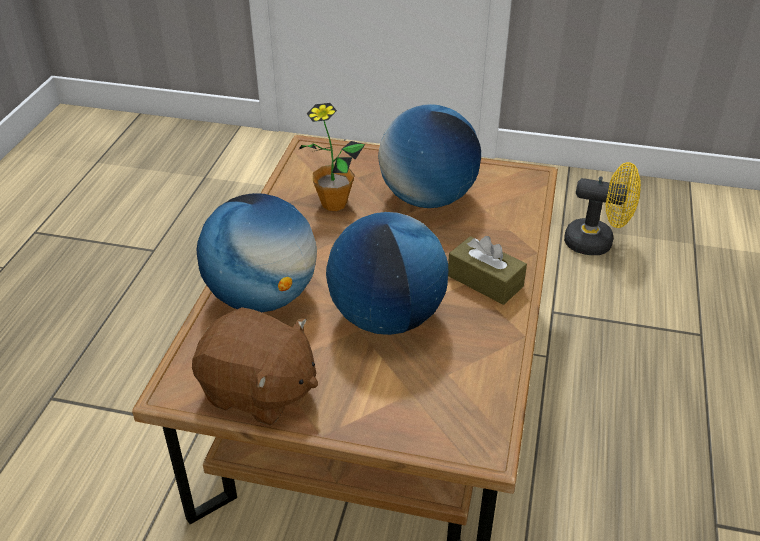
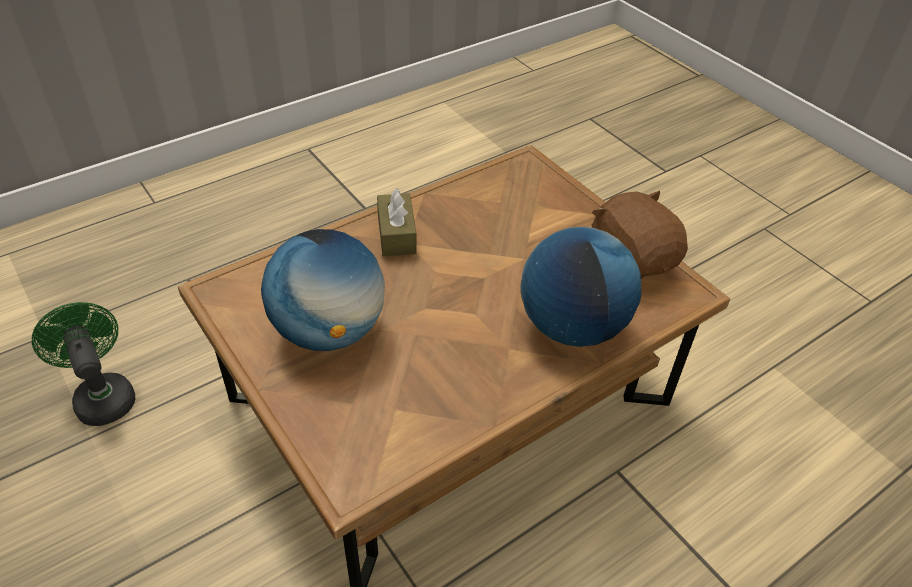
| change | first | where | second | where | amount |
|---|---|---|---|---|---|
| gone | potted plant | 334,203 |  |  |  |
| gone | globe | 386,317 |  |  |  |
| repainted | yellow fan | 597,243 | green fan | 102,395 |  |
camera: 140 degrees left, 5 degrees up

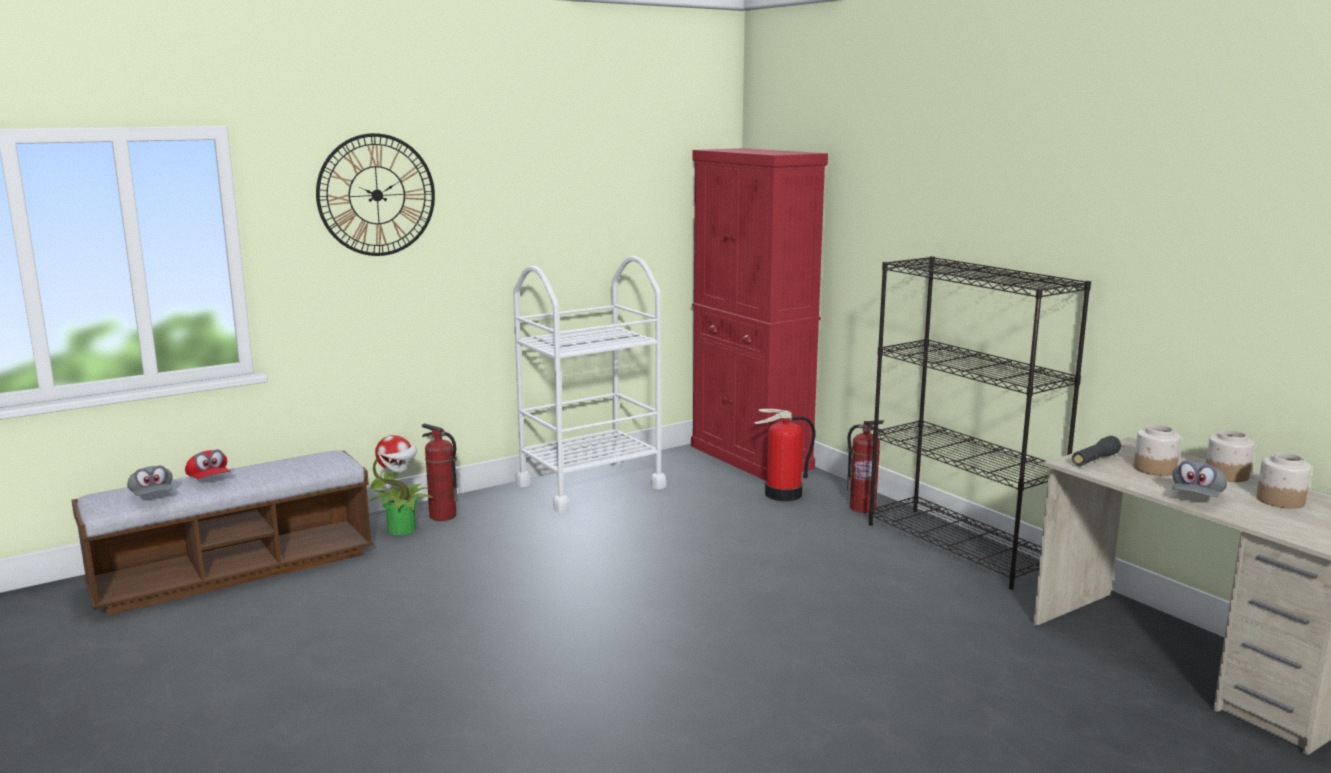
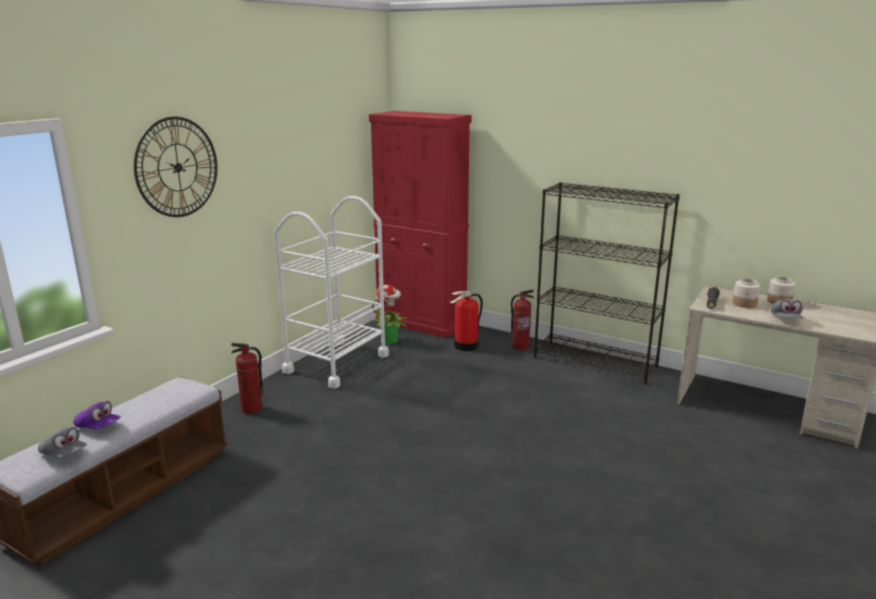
| change | first | where | second | where | amount |
|---|---|---|---|---|---|
| repainted | red cap | 209,480 | purple cap | 98,427 |  |
| shifted | potted plant | 403,529 |  | 390,340 |  |
| gone | jar | 1279,500 |  |  |  |
camera: 25 degrees left, 5 degrees up

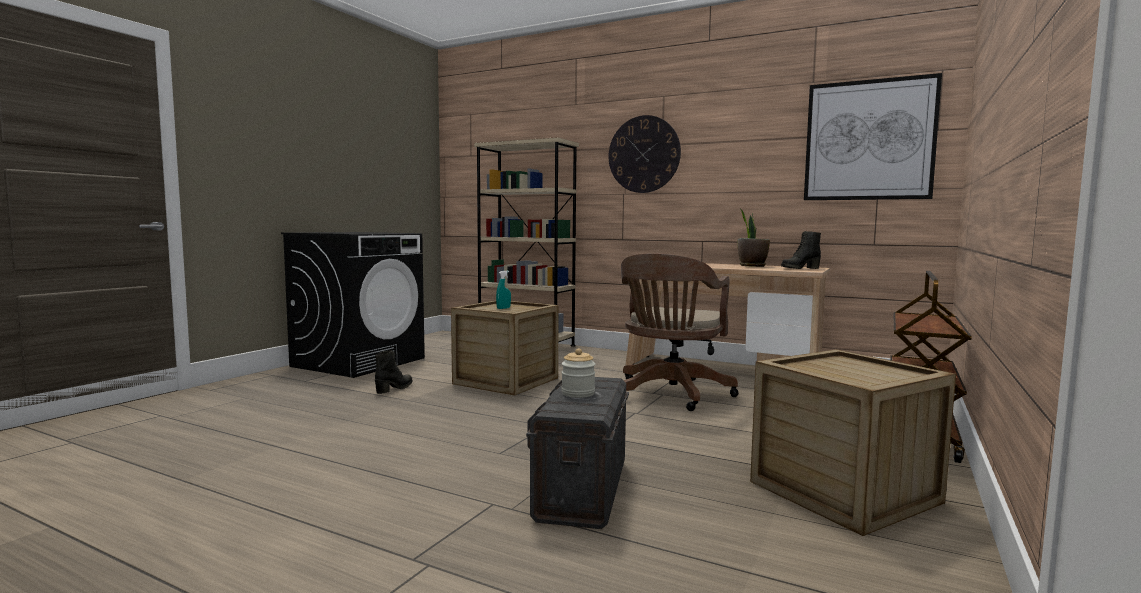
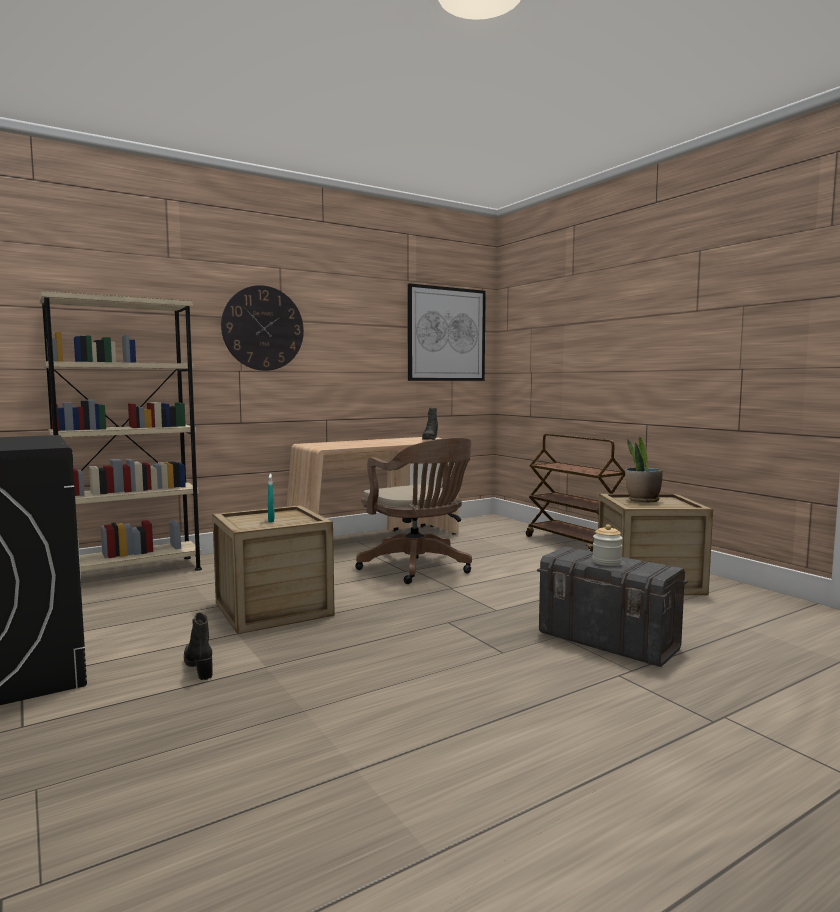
| change | first | where | second | where | amount |
|---|---|---|---|---|---|
| shifted | potted plant | 752,266 |  | 642,500 |  |
camera: 60 degrees left, 0 degrees up

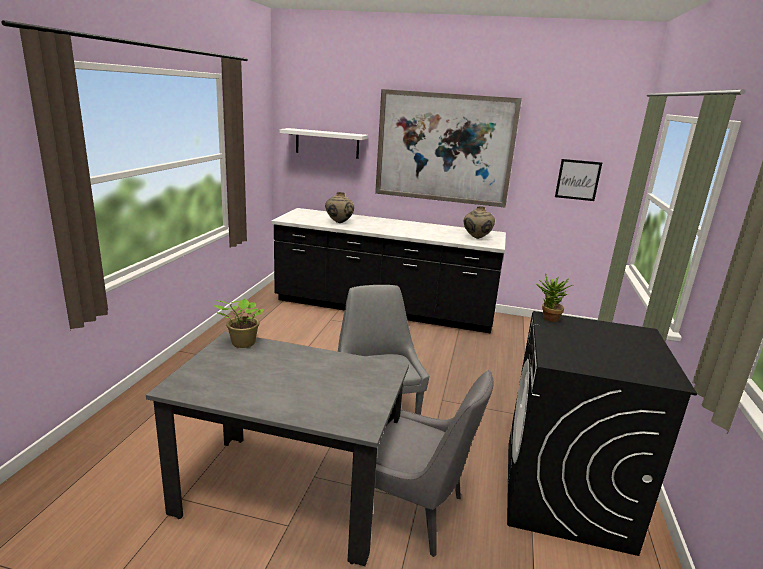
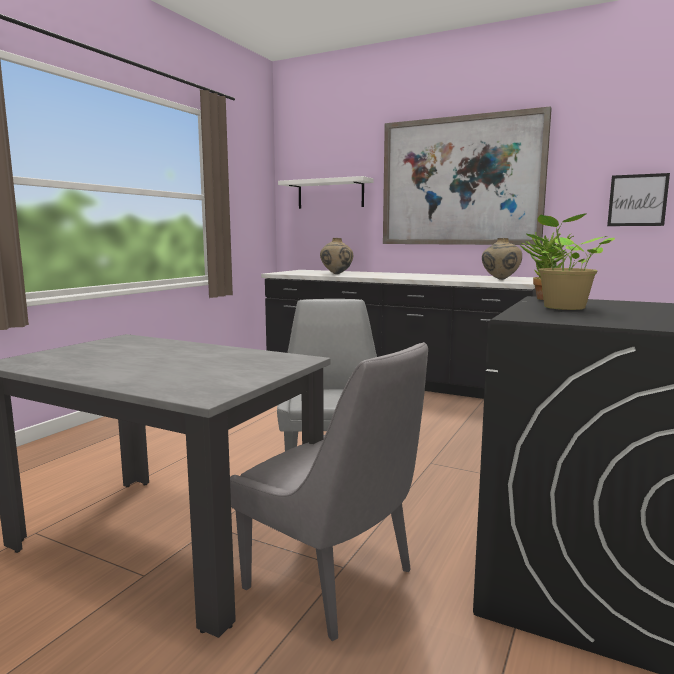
| change | first | where | second | where | amount |
|---|---|---|---|---|---|
| shifted | potted plant | 242,343 |  | 562,308 |  |
camera: 15 degrees right, 10 degrees down

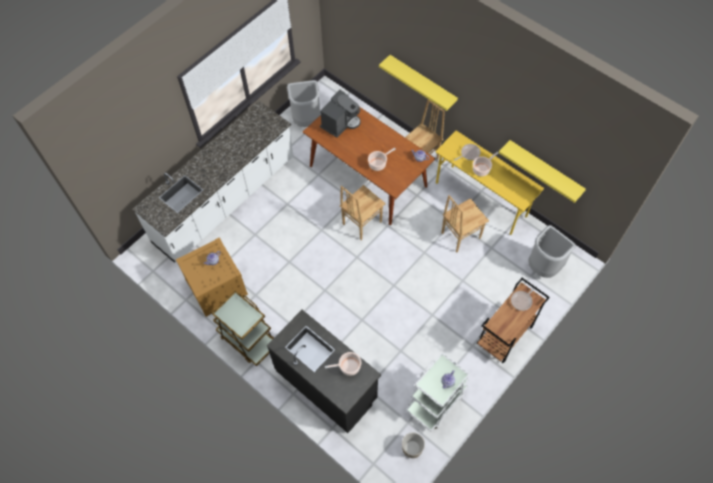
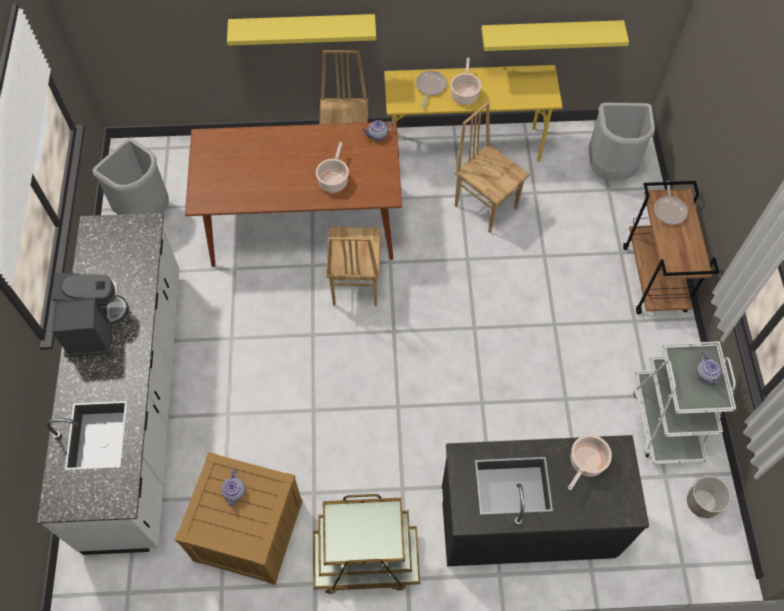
| change | first | where | second | where | amount |
|---|---|---|---|---|---|
| shifted | coffee machine | 340,123 |  | 94,325 |  |
| rotated | brown chair | 460,235 |  | 486,206 | 120 degrees clockwise |
camera: 45 degrees left, 0 degrees up

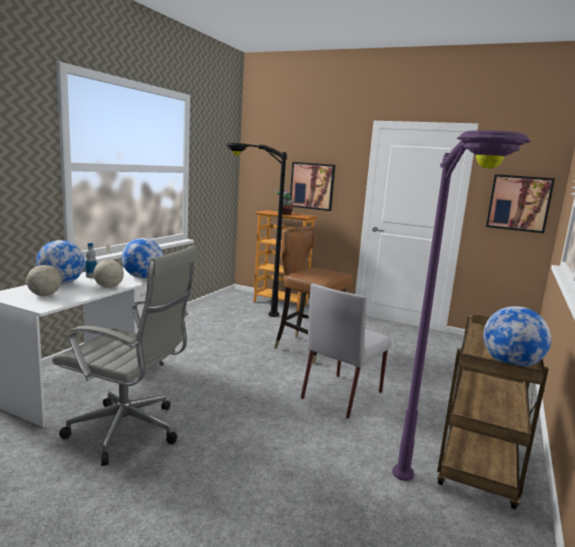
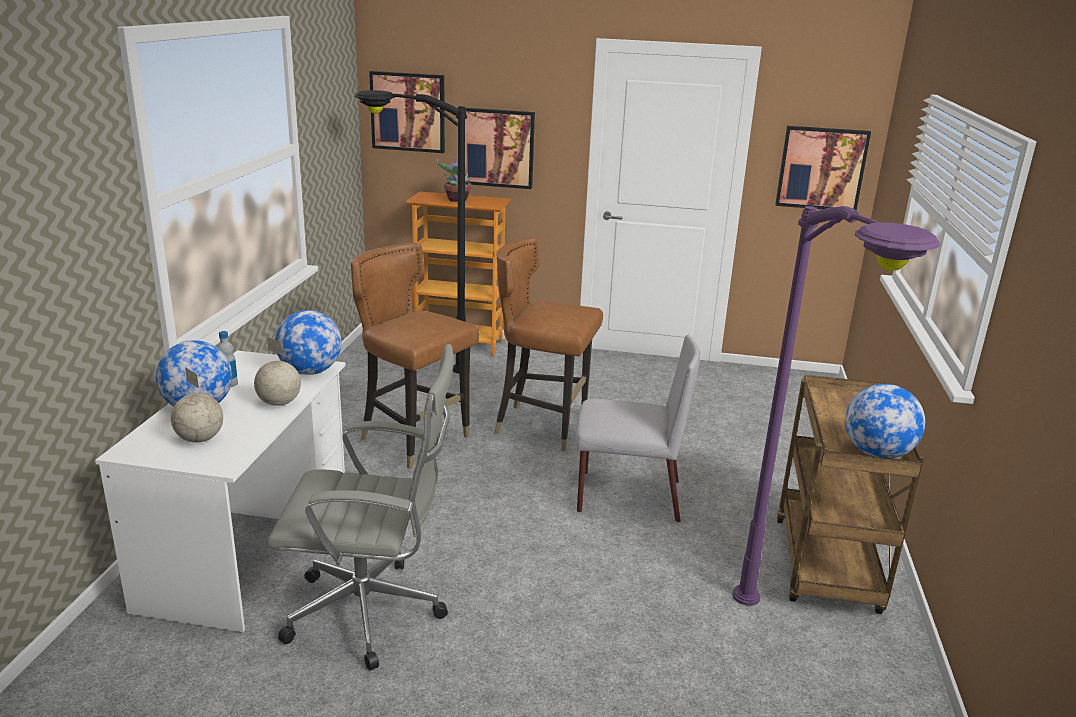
| change | first | where | second | where | amount |
|---|---|---|---|---|---|
| rotated | grey chair | 343,394 |  | 626,496 | 105 degrees counterclockwise |
| new |  |  | brown chair | 415,440 |  |
| new |  |  | picture | 408,112 |  |
camera: 15 degrees left, 10 degrees up

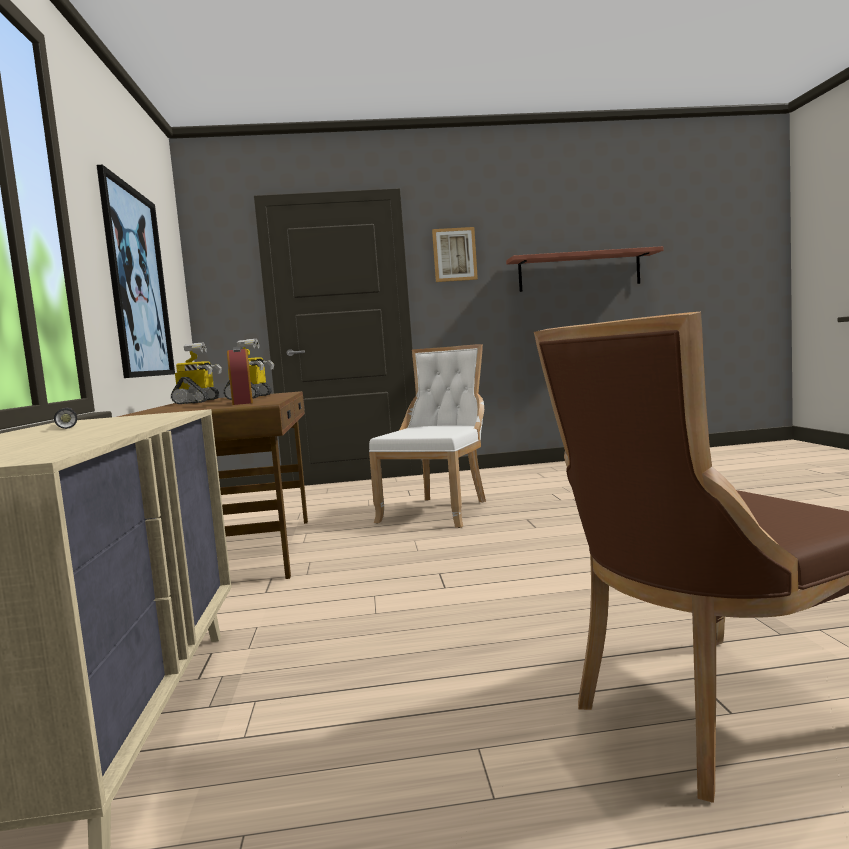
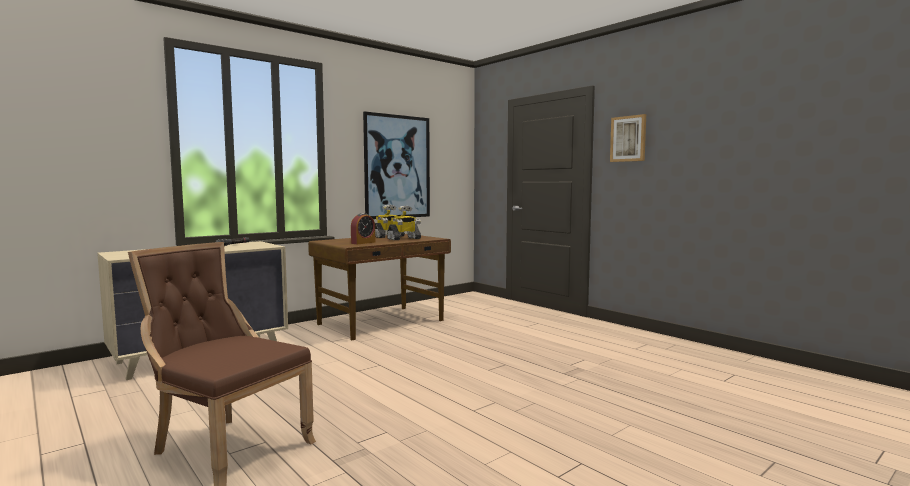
| change | first | where | second | where | amount |
|---|---|---|---|---|---|
| gone | white chair | 439,511 |  |  |  |
| gone | shelf | 579,271 |  |  |  |
camera: 55 degrees right, 0 degrees up

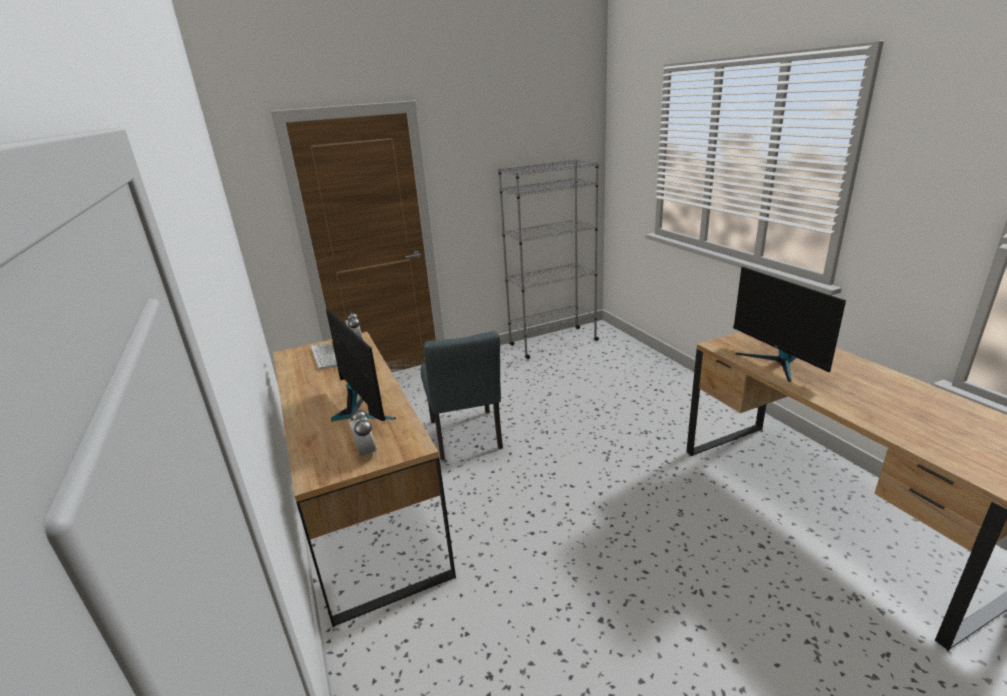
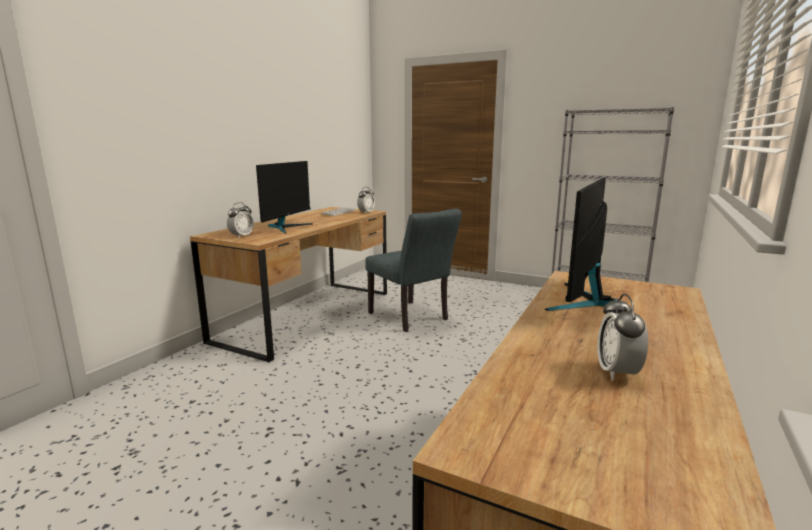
| change | first | where | second | where | amount |
|---|---|---|---|---|---|
| rotated | grey chair | 466,438 |  | 411,318 | 75 degrees counterclockwise |
| new |  |  | alarm clock | 617,373 |  |
camera: 50 degrees right, 10 degrees down

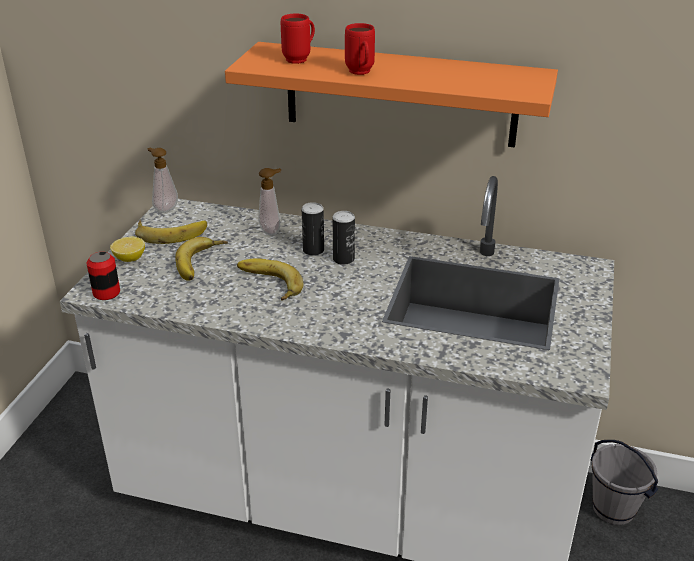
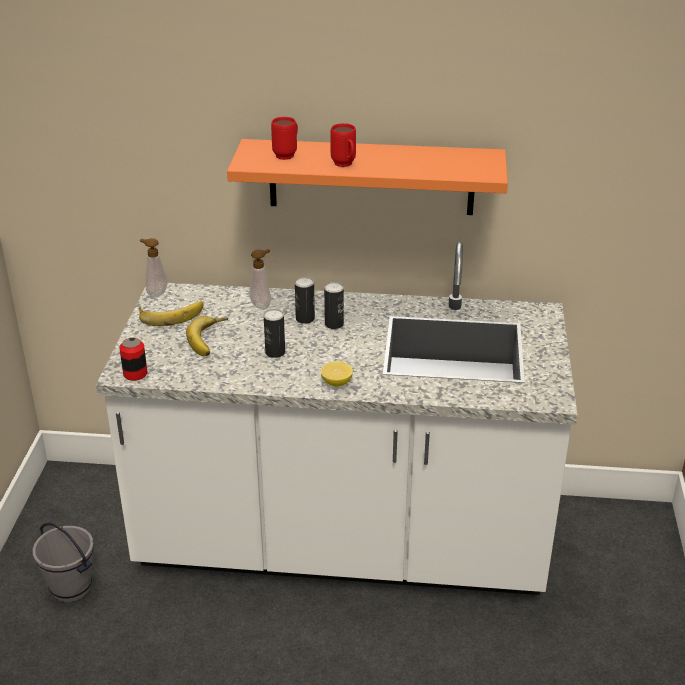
| change | first | where | second | where | amount |
|---|---|---|---|---|---|
| shifted | lemon | 130,258 |  | 336,383 |  |
| swapped | banana | 267,284 | can | 275,352 |  |
| shifted | grey bucket | 614,509 |  | 72,587 |  |
camera: 10 degrees left, 0 degrees up

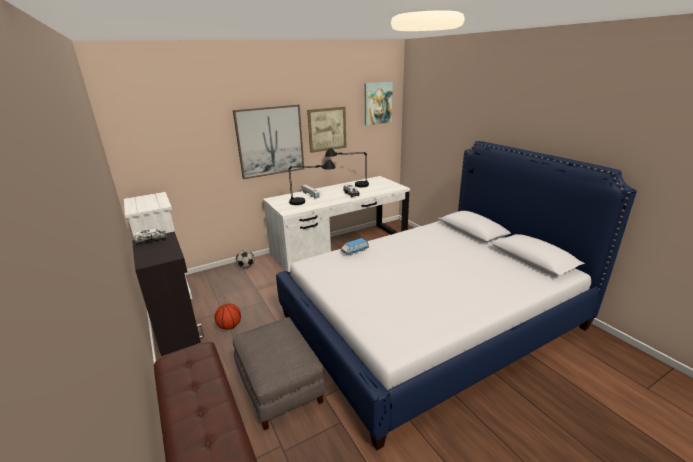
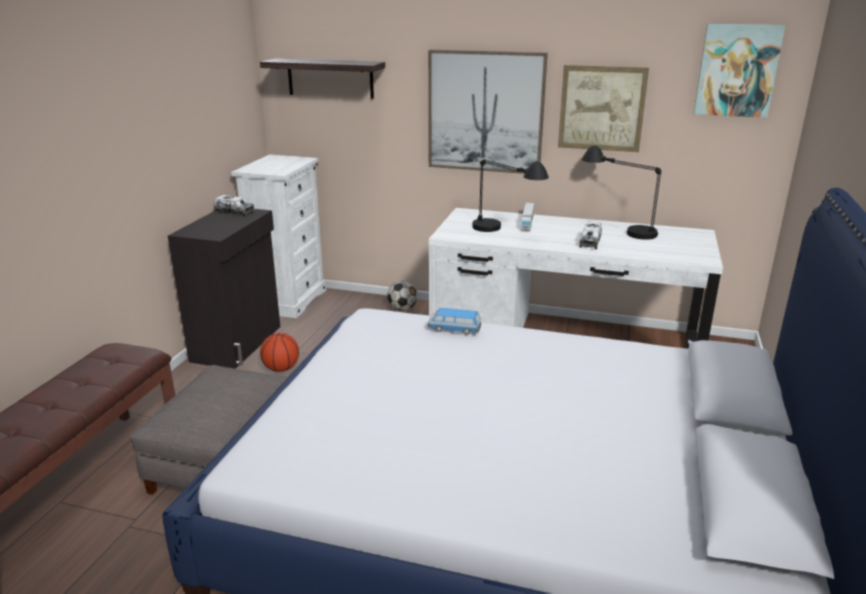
| change | first | where | second | where | amount |
|---|---|---|---|---|---|
| new |  |  | shelf | 330,78 |  |
camera: 45 degrees right, 0 degrees up

